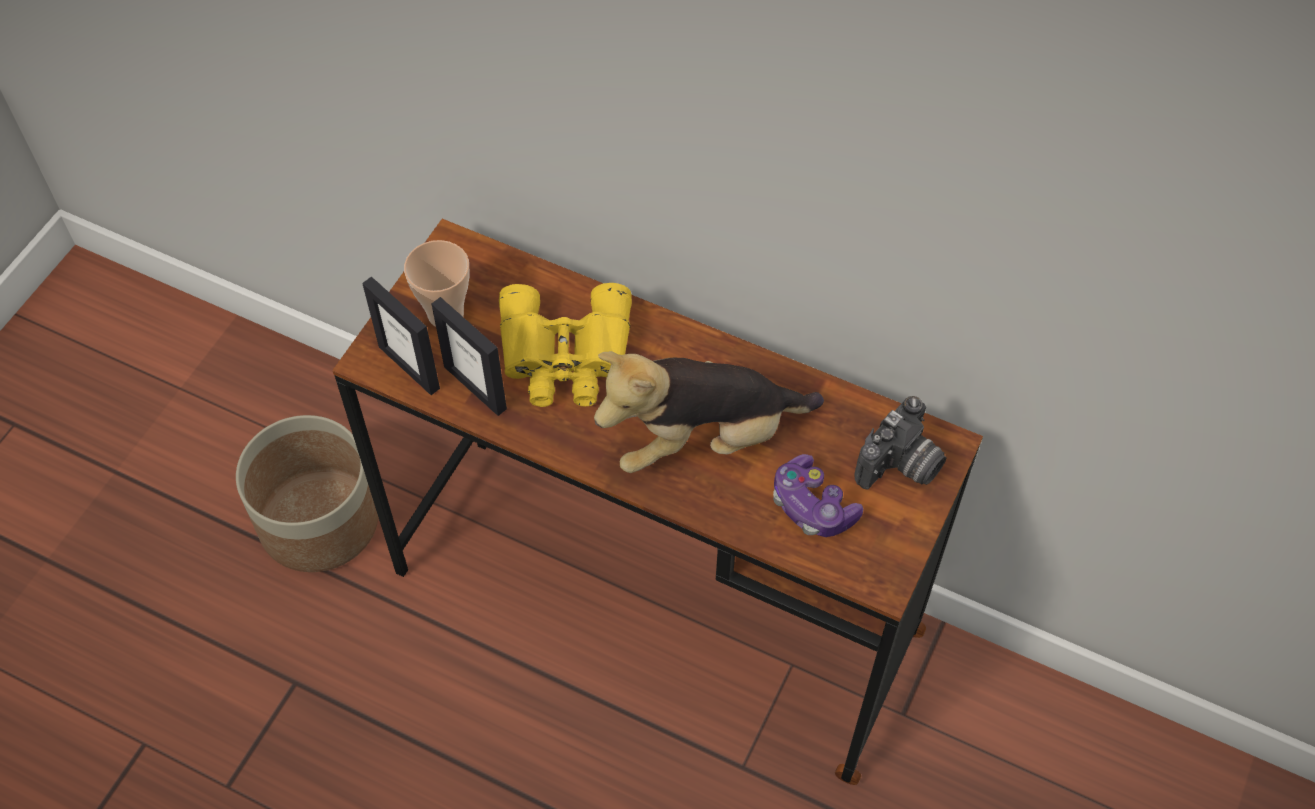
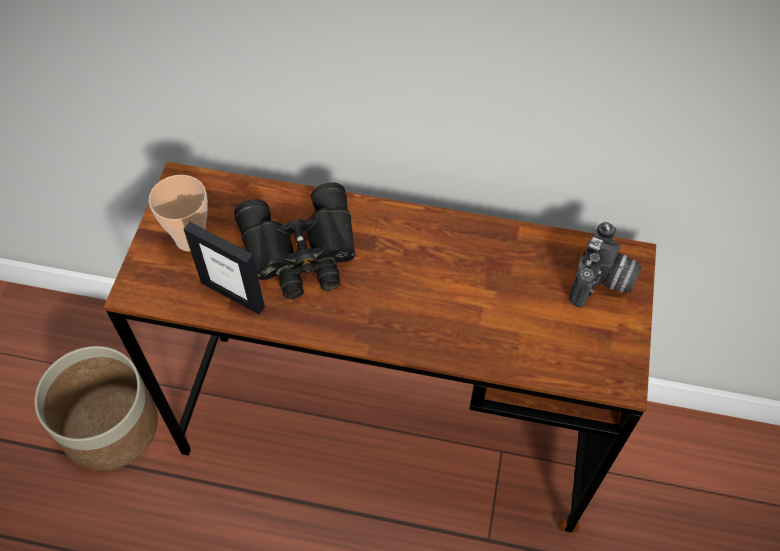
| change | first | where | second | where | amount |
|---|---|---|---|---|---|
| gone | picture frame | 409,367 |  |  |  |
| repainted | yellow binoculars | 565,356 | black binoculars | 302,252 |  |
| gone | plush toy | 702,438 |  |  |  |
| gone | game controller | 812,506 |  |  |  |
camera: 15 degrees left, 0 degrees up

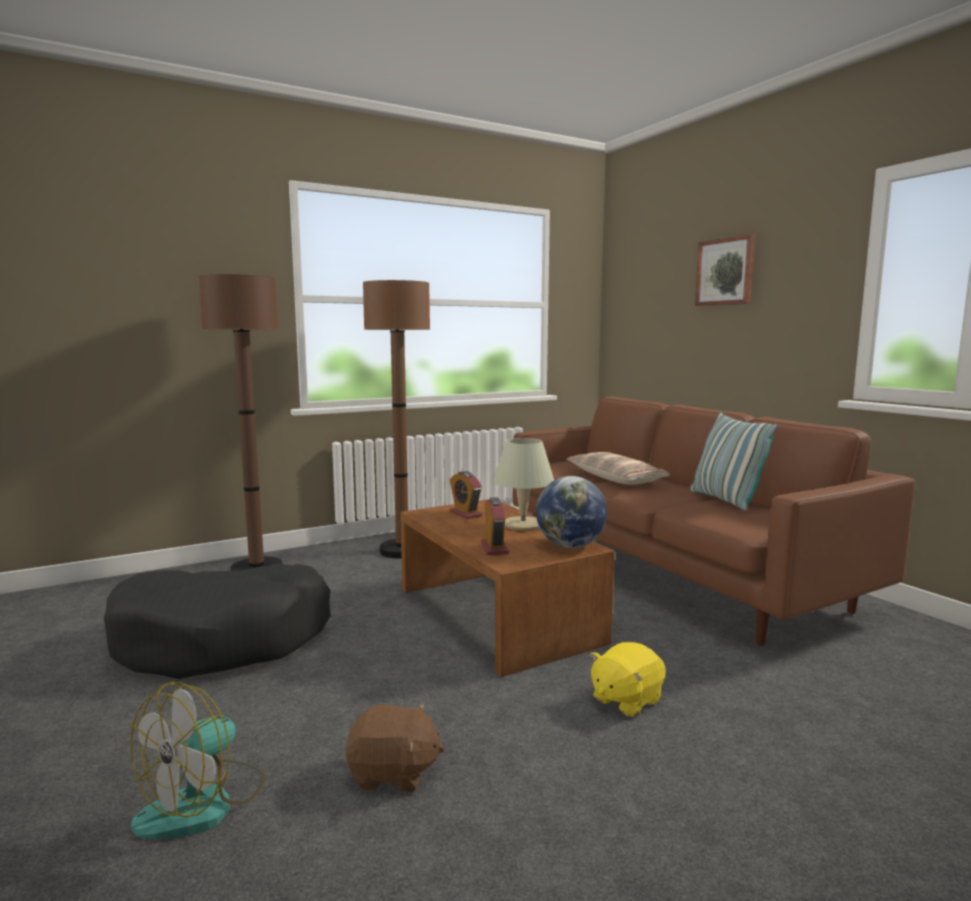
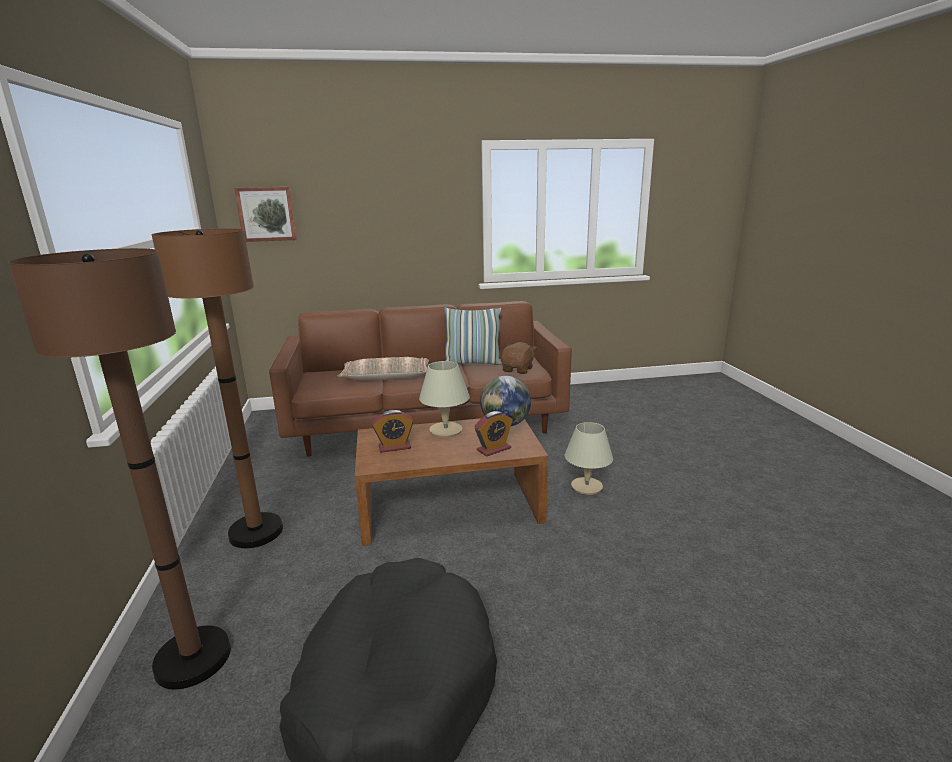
| change | first | where | second | where | amount |
|---|---|---|---|---|---|
| gone | fan | 203,803 |  |  |  |
| shifted | brown plush toy | 393,773 |  | 518,370 |  |
| rotated | alarm clock | 494,548 |  | 494,449 | 135 degrees clockwise |
| swapped | yellow plush toy | 625,699 | beige table lamp | 587,486 |  |
| shifted | picture | 726,272 |  | 267,214 |  |
camera: 70 degrees left, 10 degrees up

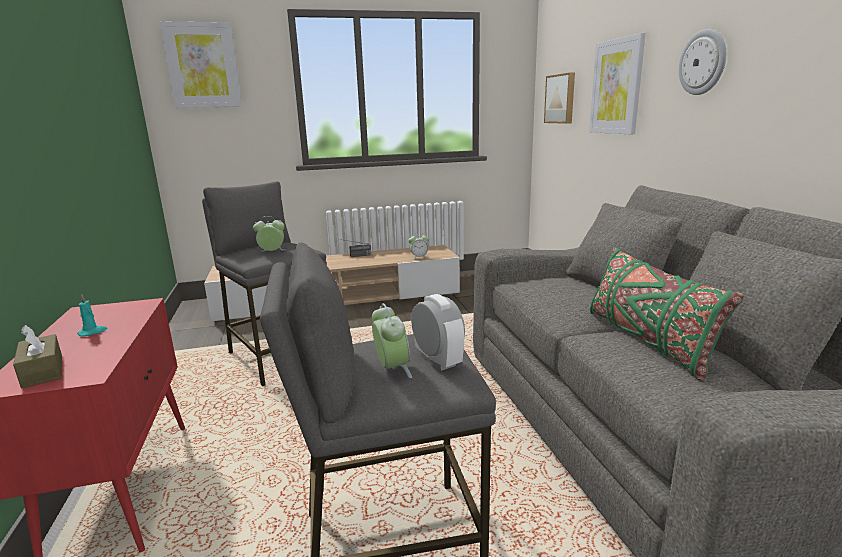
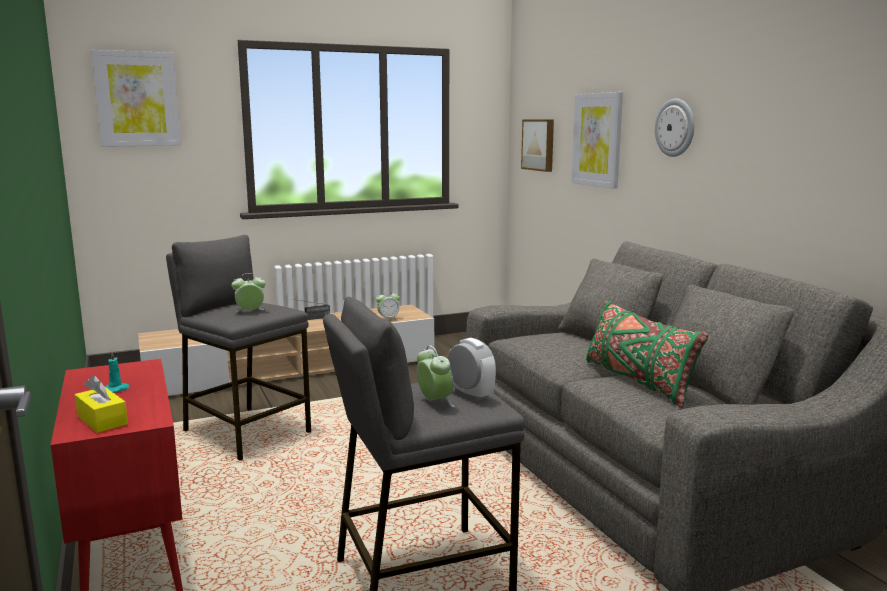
| change | first | where | second | where | amount |
|---|---|---|---|---|---|
| repainted | brown tissue box | 42,371 | yellow tissue box | 102,420 |  |
camera: 10 degrees left, 5 degrees down

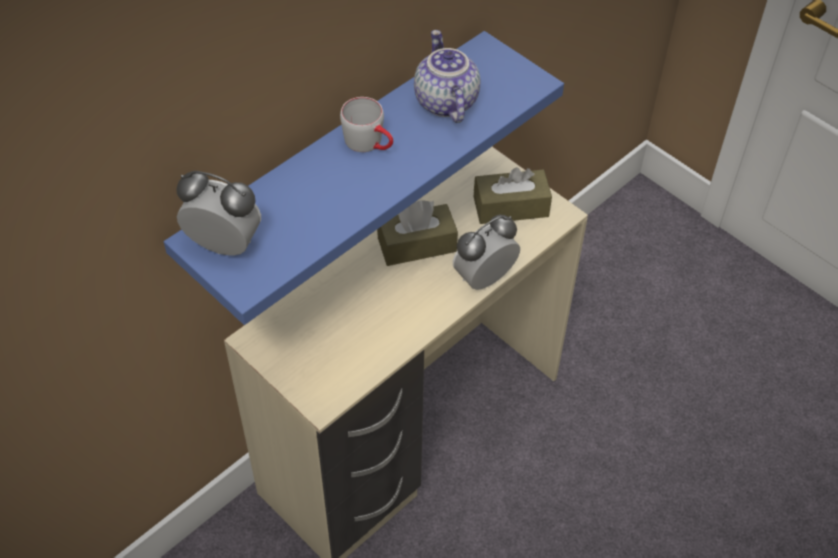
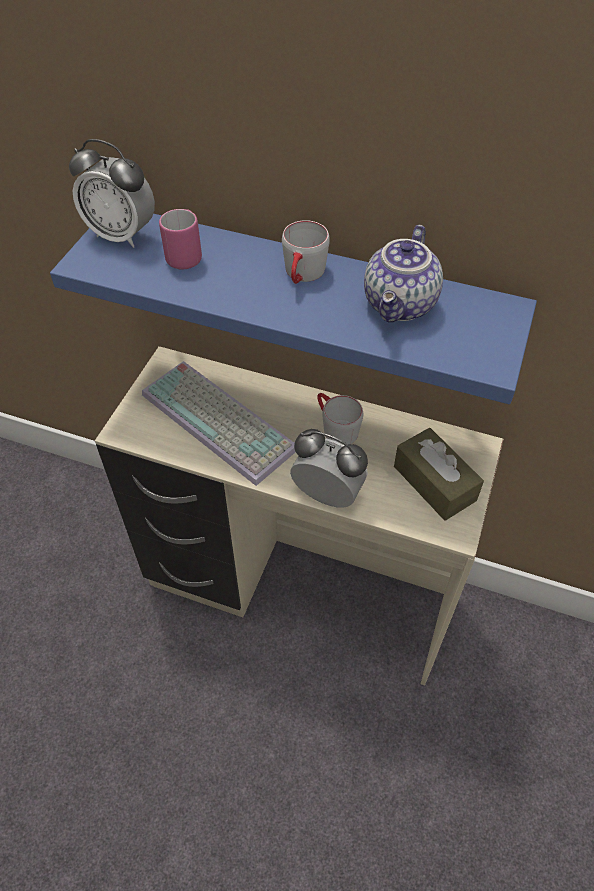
| change | first | where | second | where | amount |
|---|---|---|---|---|---|
| rotated | alarm clock | 224,245 |  | 122,235 | 120 degrees clockwise |
| swapped | brown tissue box | 417,245 | grey mug | 335,428 |  |
| rotated | teapot | 444,102 |  | 401,305 | 150 degrees clockwise |
| new |  |  | keyboard | 221,421 |  |
| new |  |  | pink mug | 186,255 |  |
camera: 65 degrees right, 0 degrees up

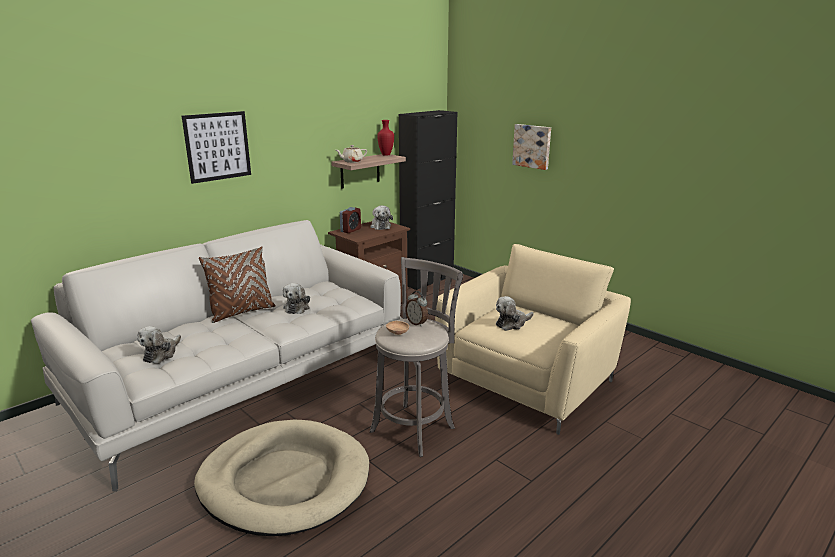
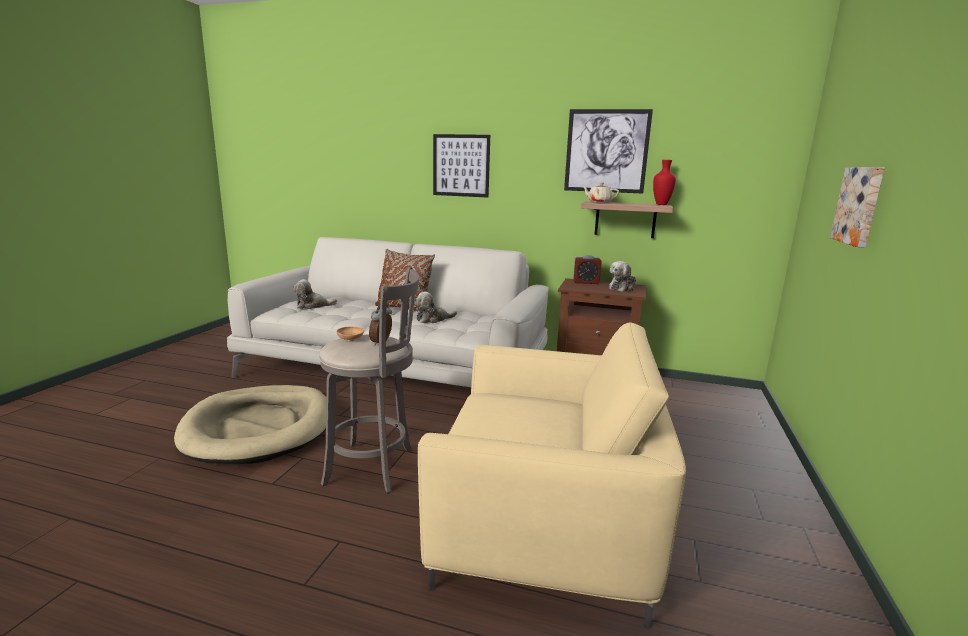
| change | first | where | second | where | amount |
|---|---|---|---|---|---|
| gone | black cabinet | 427,280 |  |  |  |
| gone | plush toy | 512,323 |  |  |  |
| new |  |  | picture | 606,151 |  |
camera: 60 degrees right, 5 degrees down

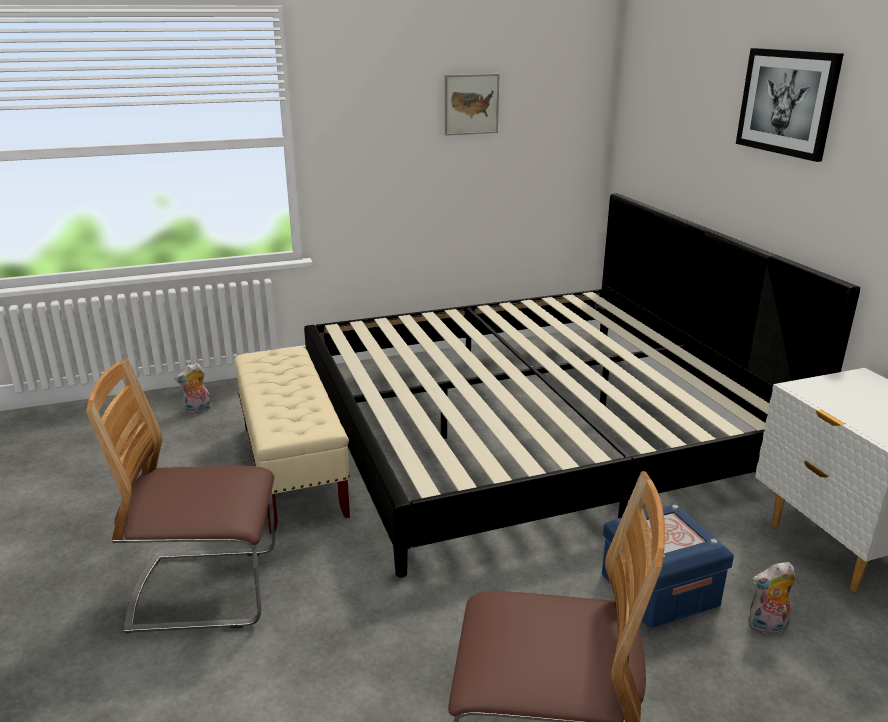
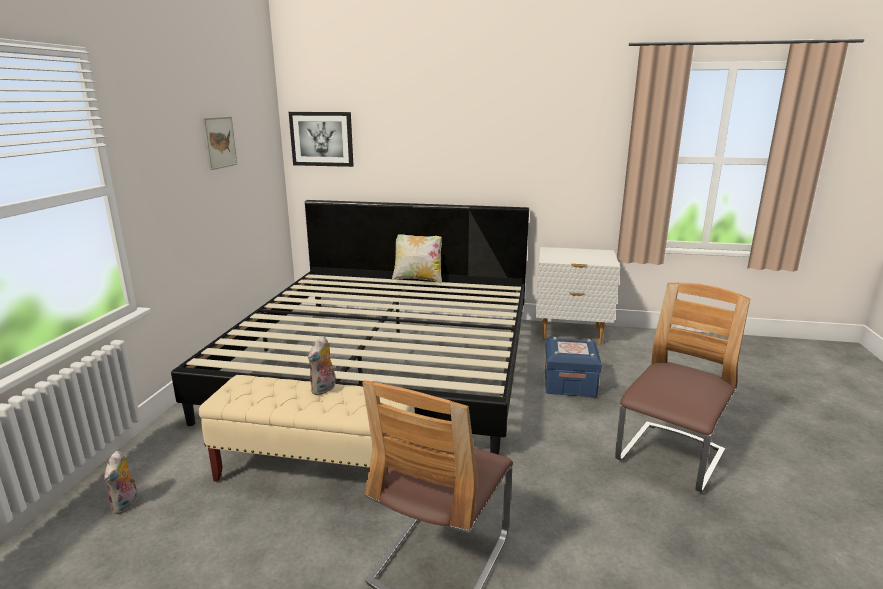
| change | first | where | second | where | amount |
|---|---|---|---|---|---|
| shifted | picture | 787,102 |  | 321,139 |  |
| shifted | plush toy | 767,626 |  | 324,389 |  |
| new |  |  | pillow | 418,279 |  |
camera: 60 degrees left, 5 degrees down

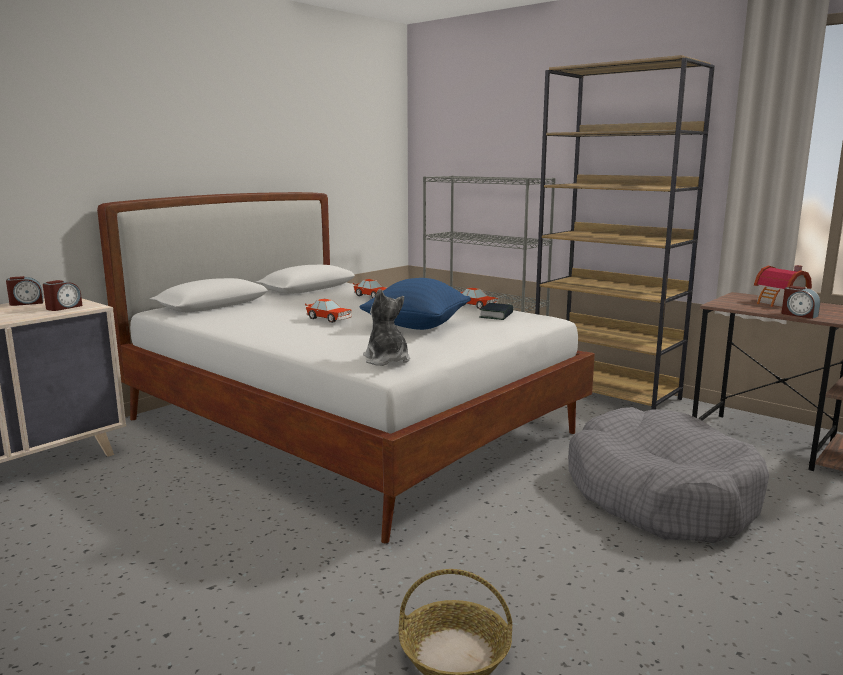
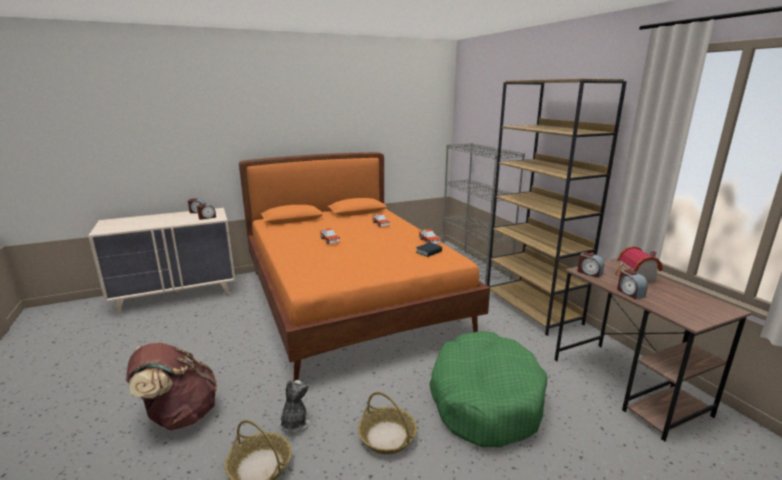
| change | first | where | second | where | amount |
|---|---|---|---|---|---|
| repainted | white bed | 348,427 | orange bed | 351,301 |  |
| gone | blue pillow | 416,326 |  |  |  |
| shifted | plush toy | 386,360 |  | 294,423 |  |
| repainted | grey dog bed | 660,495 | green dog bed | 484,399 |  |
| new |  |  | brown backpack | 179,415 |  |
| new |  |  | basket | 386,436 |  |
| new |  |  | alarm clock | 589,273 |  |
camera: 25 degrees right, 5 degrees up

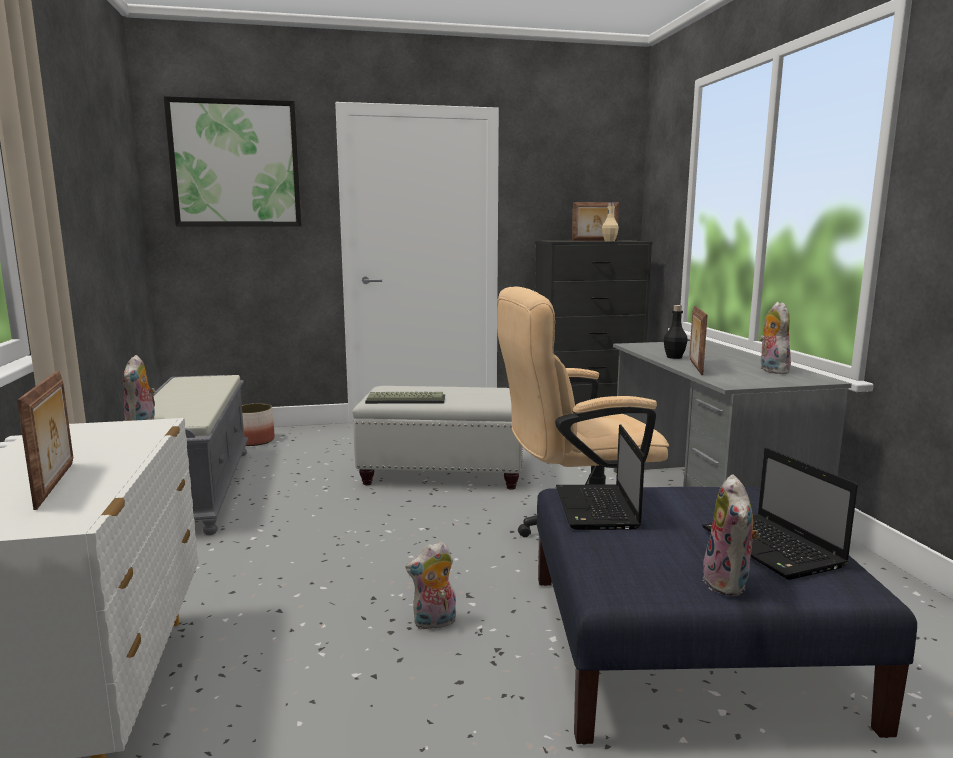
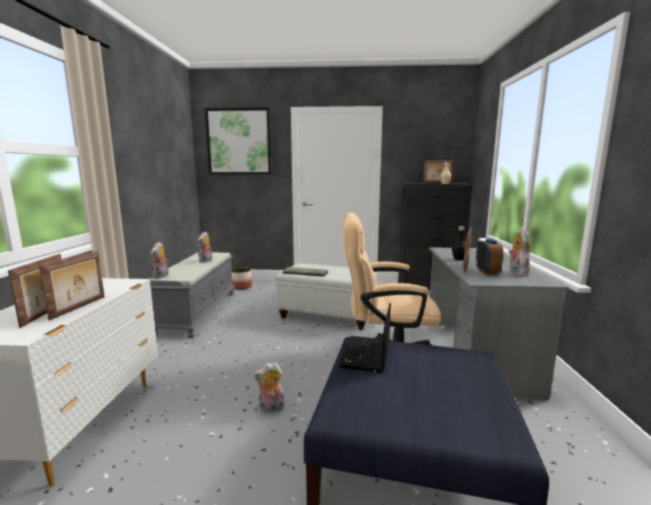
| change | first | where | second | where | amount |
|---|---|---|---|---|---|
| gone | laptop | 774,548 |  |  |  |
| shifted | plush toy | 729,583 |  | 206,261 |  |
| new |  |  | picture frame | 80,307 |  |
| new |  |  | alarm clock | 486,272 |  |
camera: 15 degrees right, 0 degrees up

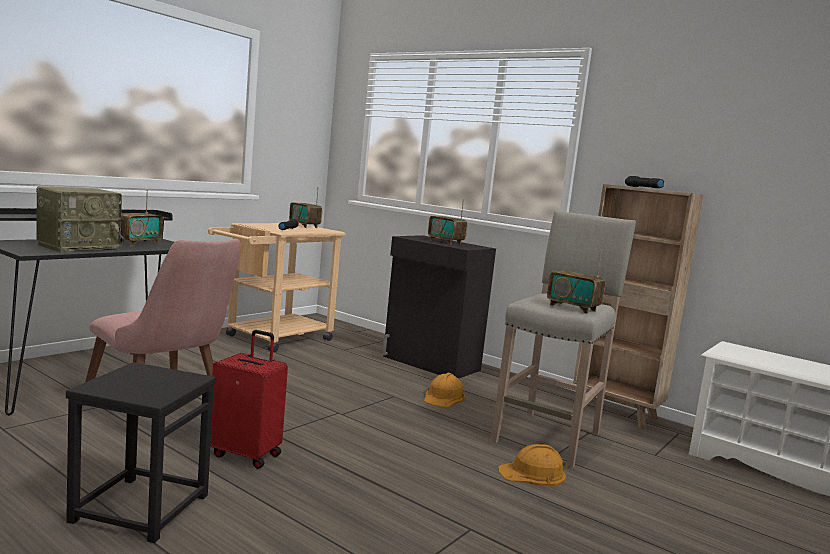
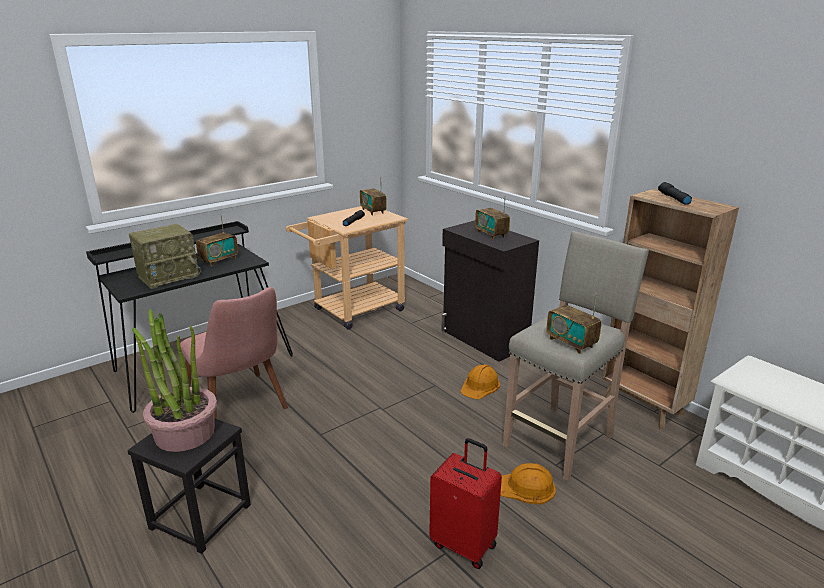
| change | first | where | second | where | amount |
|---|---|---|---|---|---|
| shifted | red suitcase | 247,454 |  | 464,544 |  |
| new |  |  | potted plant | 184,432 |  |
camera: 15 degrees right, 15 degrees up

